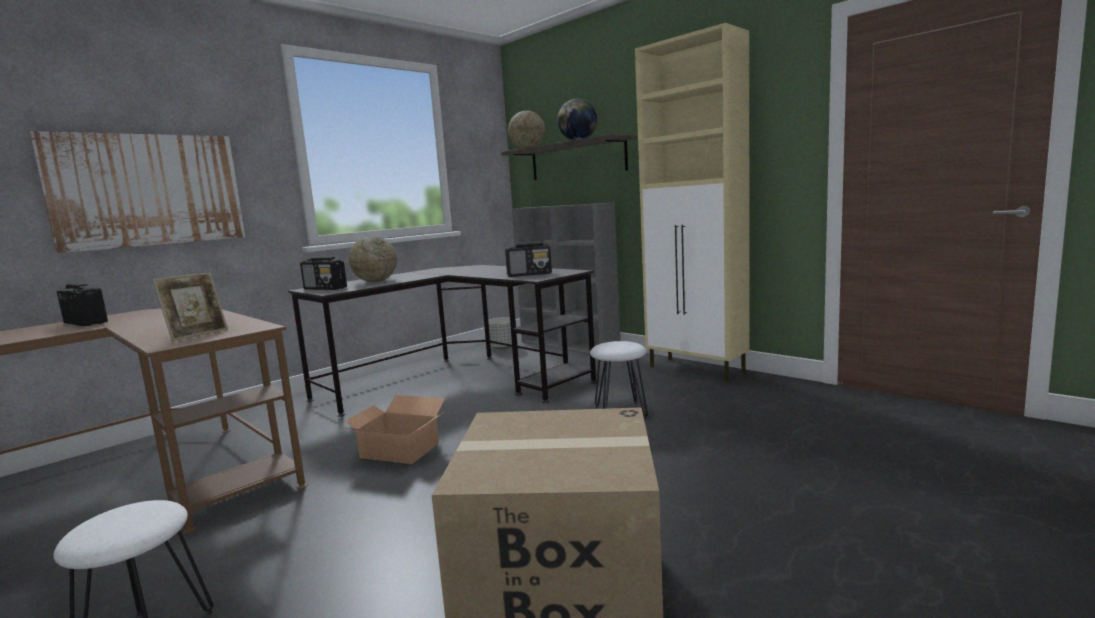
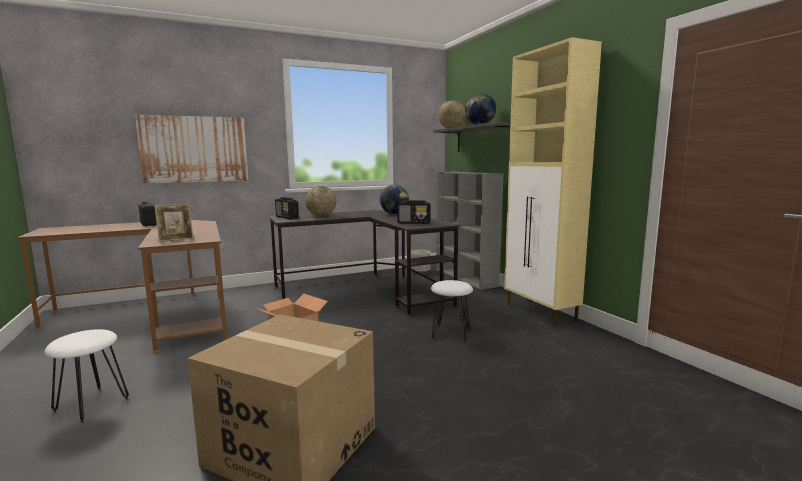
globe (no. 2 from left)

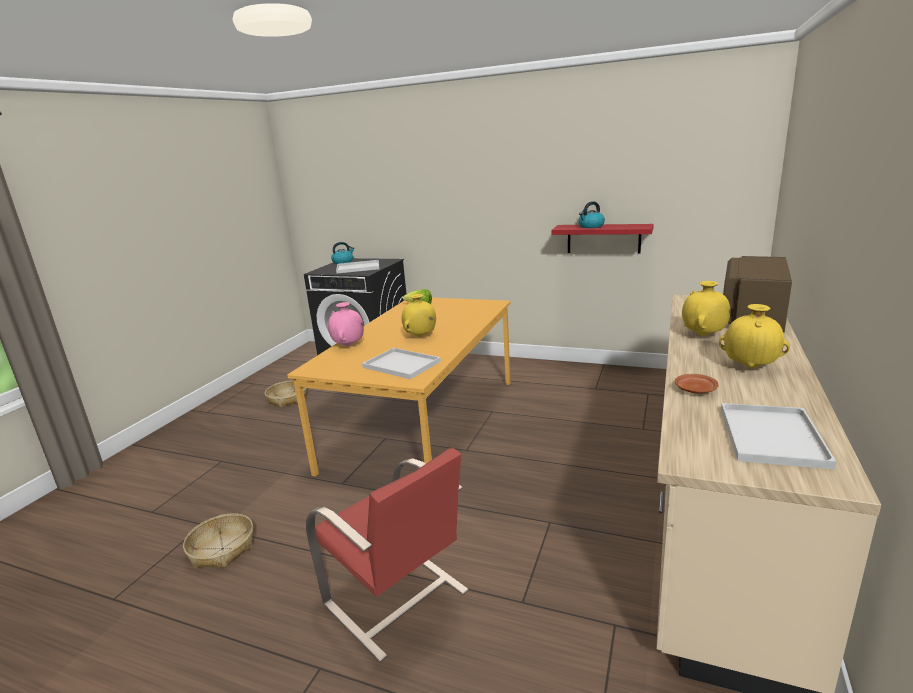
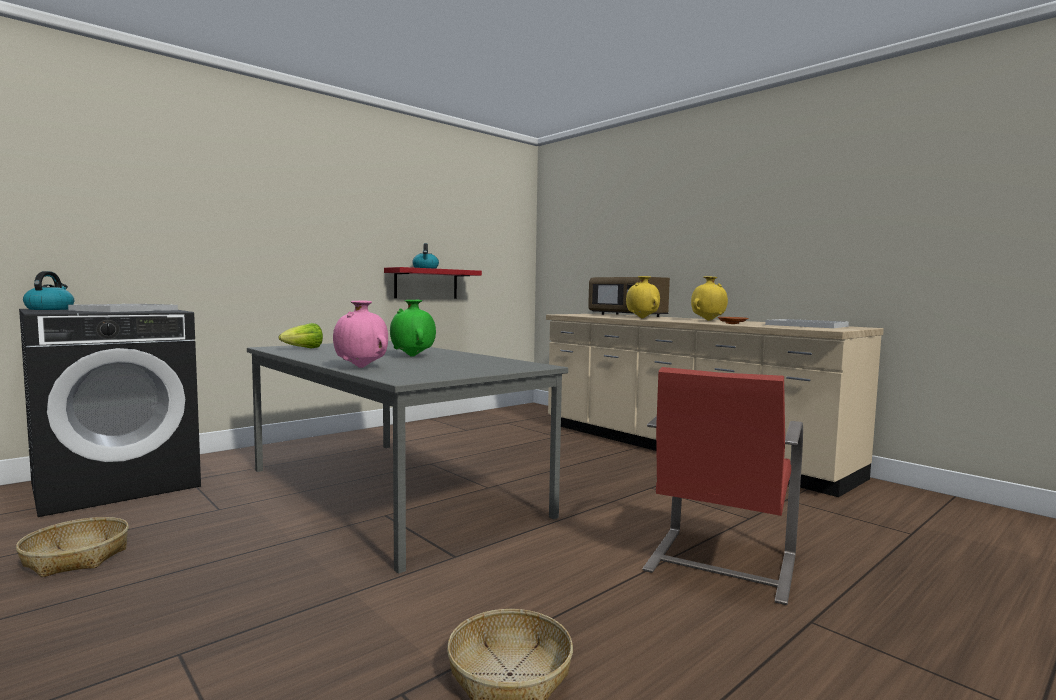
vase (green)
dining table (grey)
tray (white) (no. 2 from left in the first image)
chair (red)

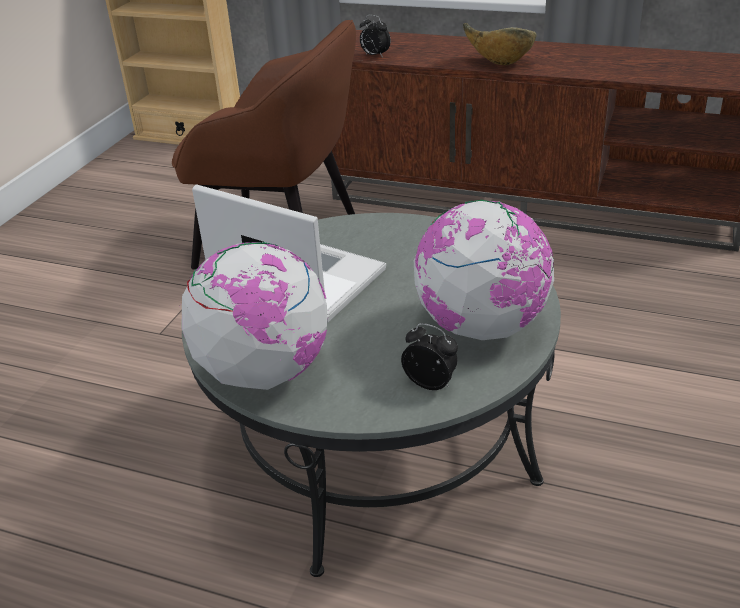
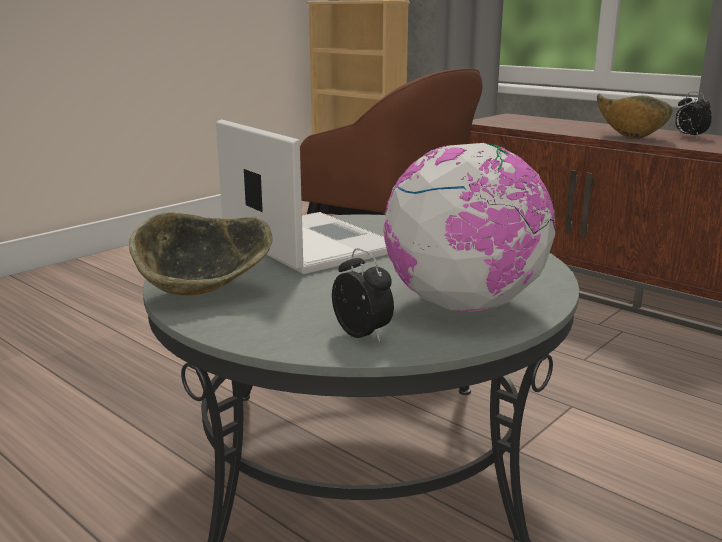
alarm clock (no. 2 from left)
bowl (no. 1 from left)

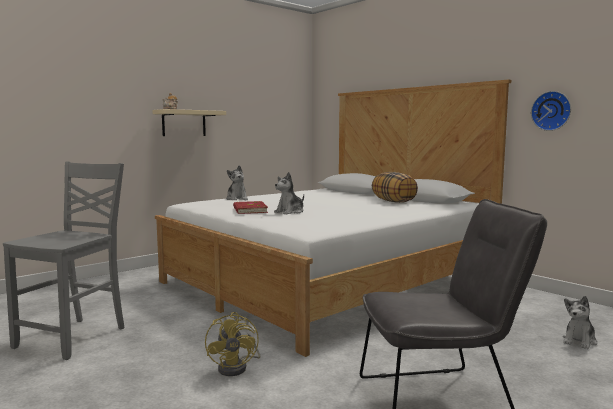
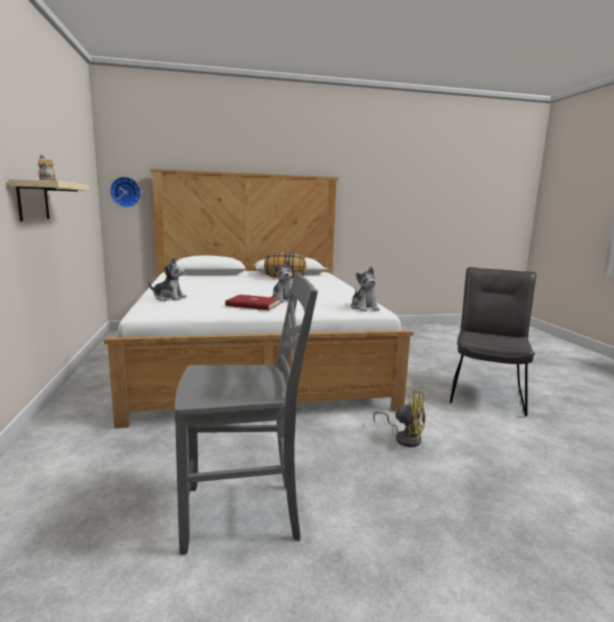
wall clock
chair (grey) (no. 1 from left)
plush toy (no. 3 from left)

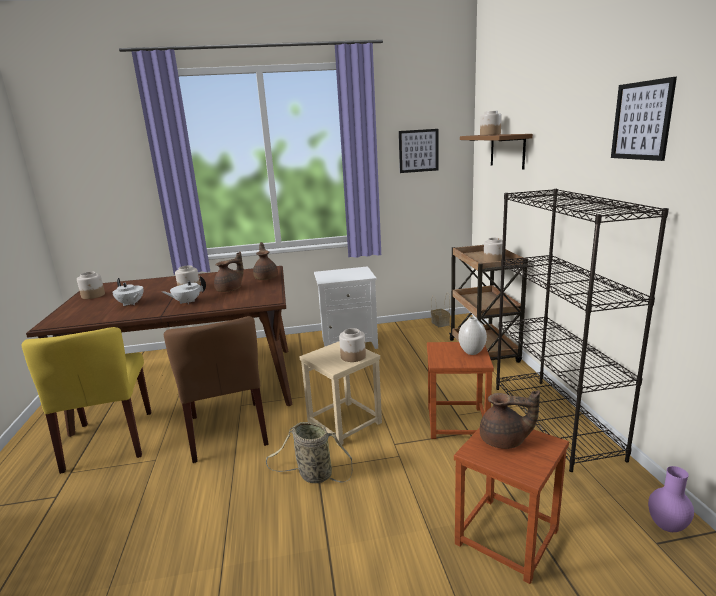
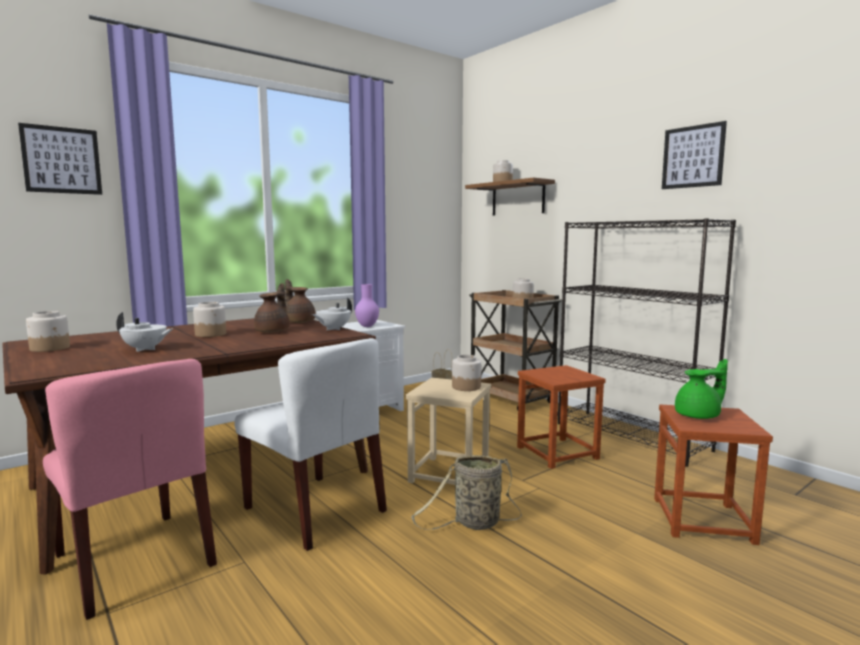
picture (no. 1 from left)
teapot (white) (no. 2 from left)
chair (white)
vase (white)
chair (pink)
teapot (green)
vase (purple)

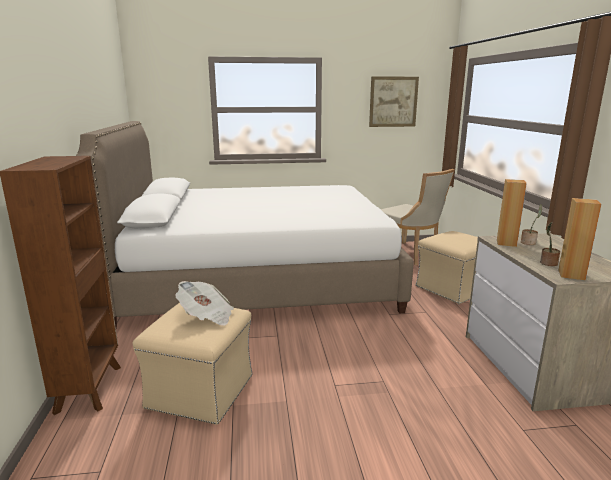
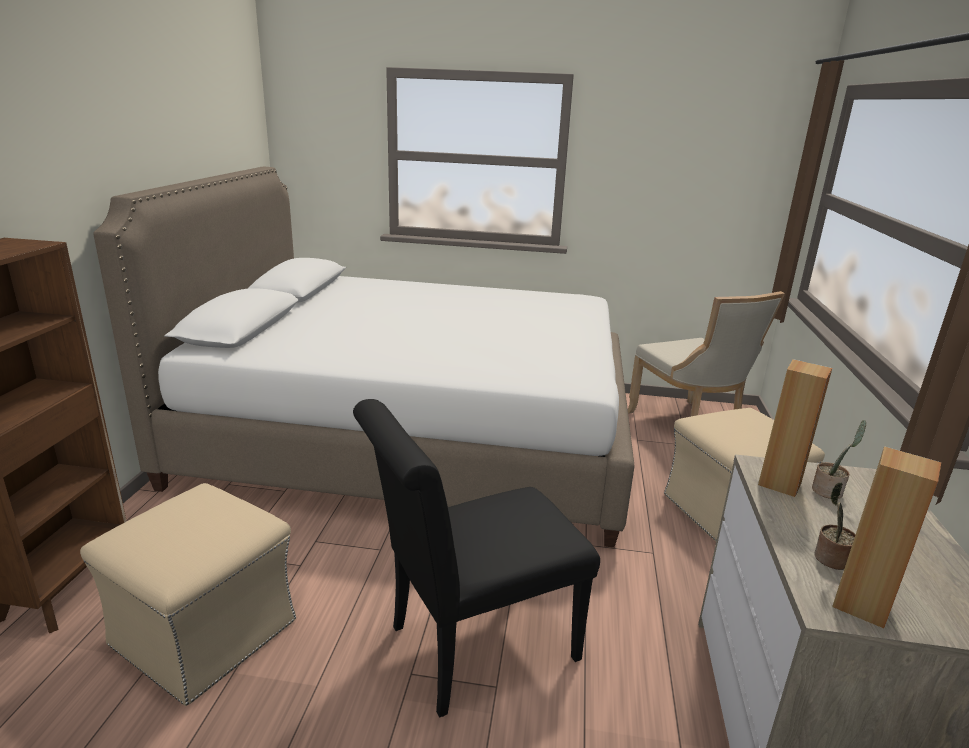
picture
newspaper
chair (black)

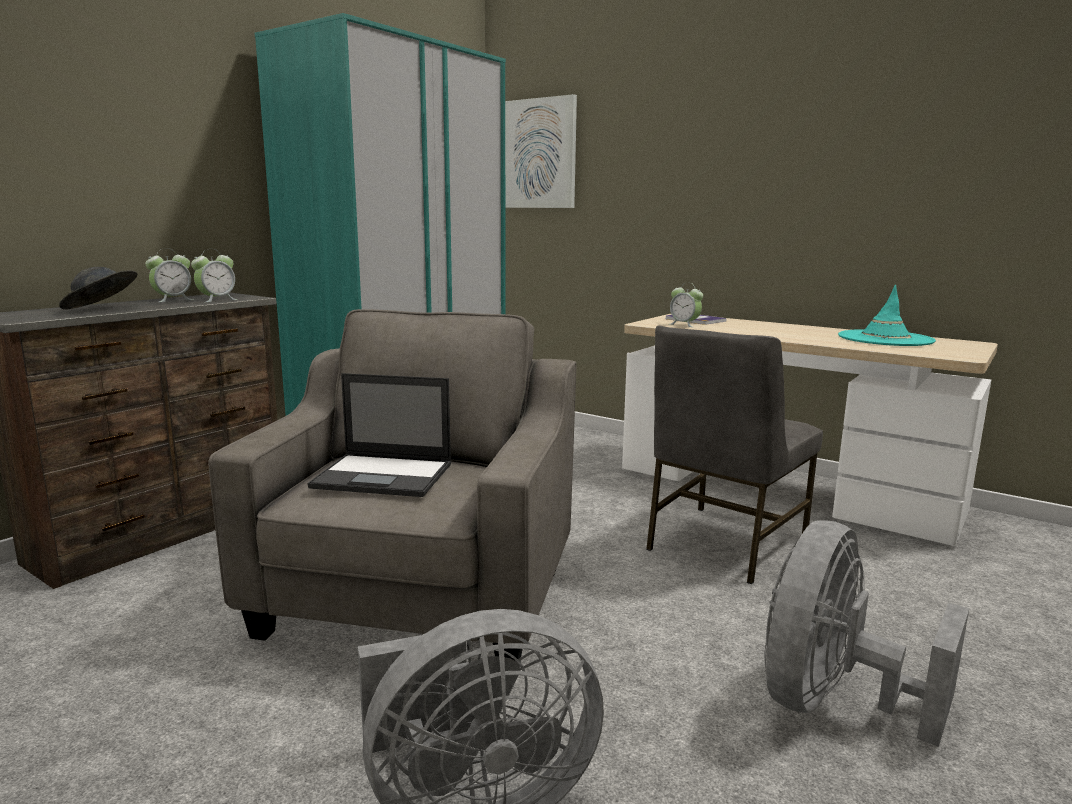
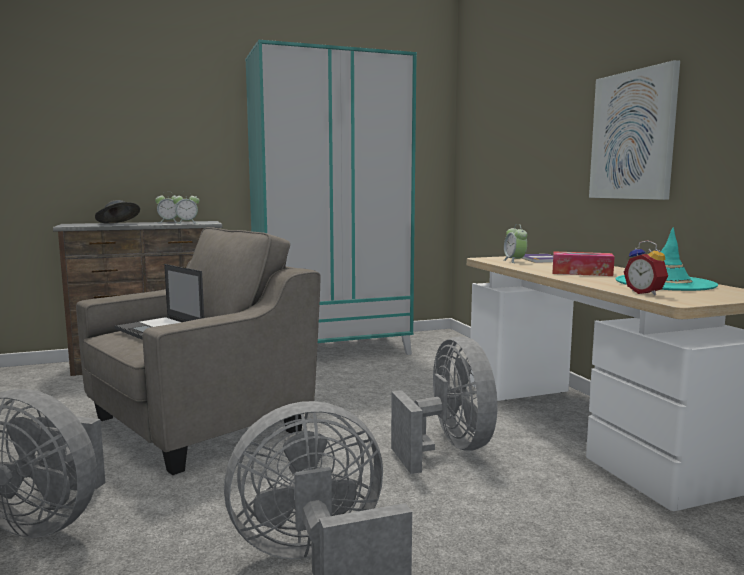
picture
fan (grey) (no. 3 from left)
alarm clock (no. 4 from left)
tissue box

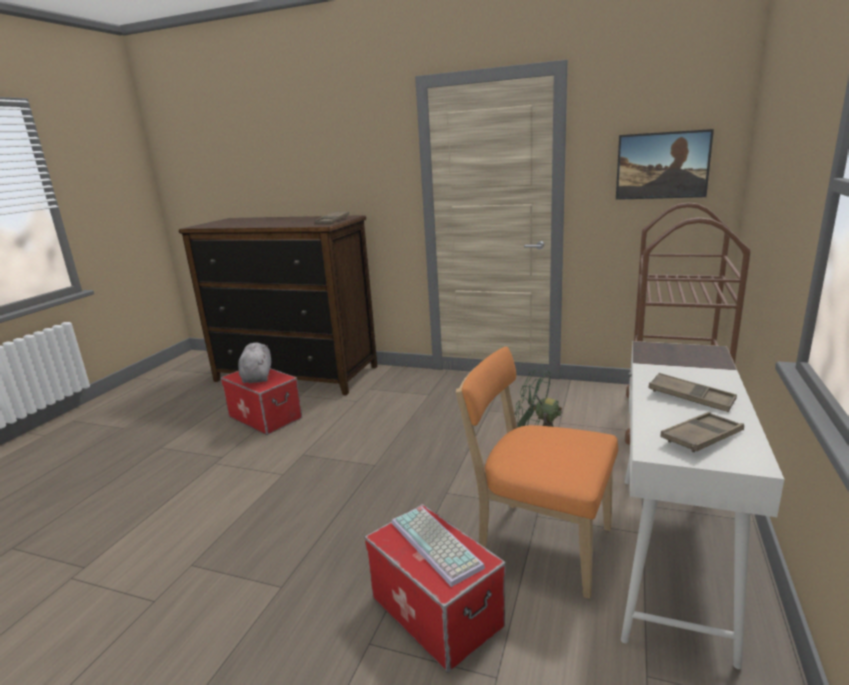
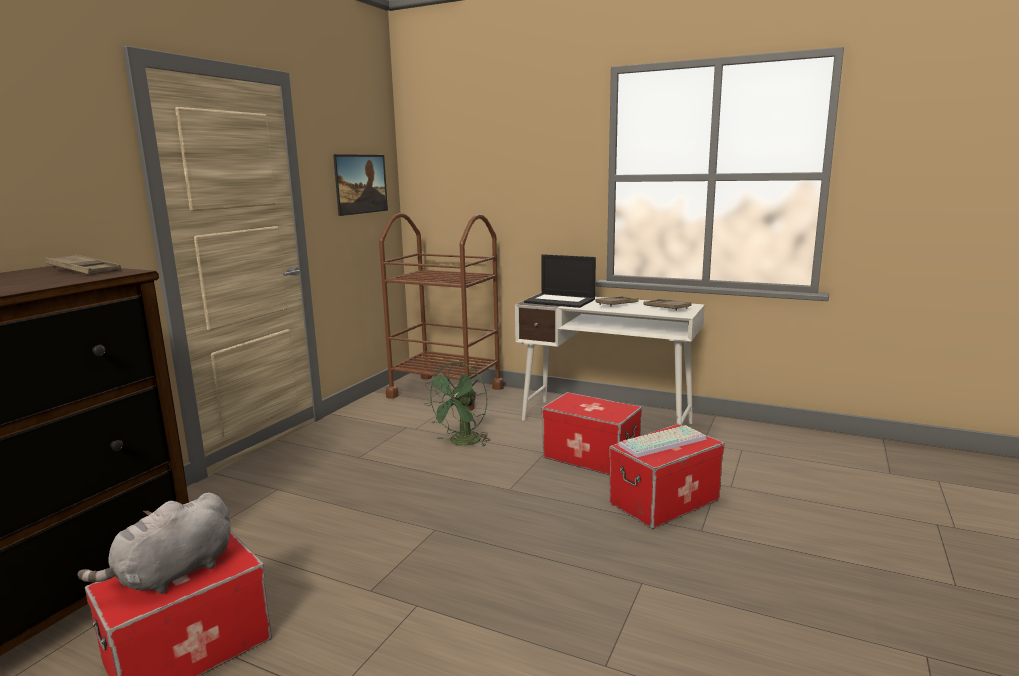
plush toy (grey)
storage box (no. 2 from left)
laptop

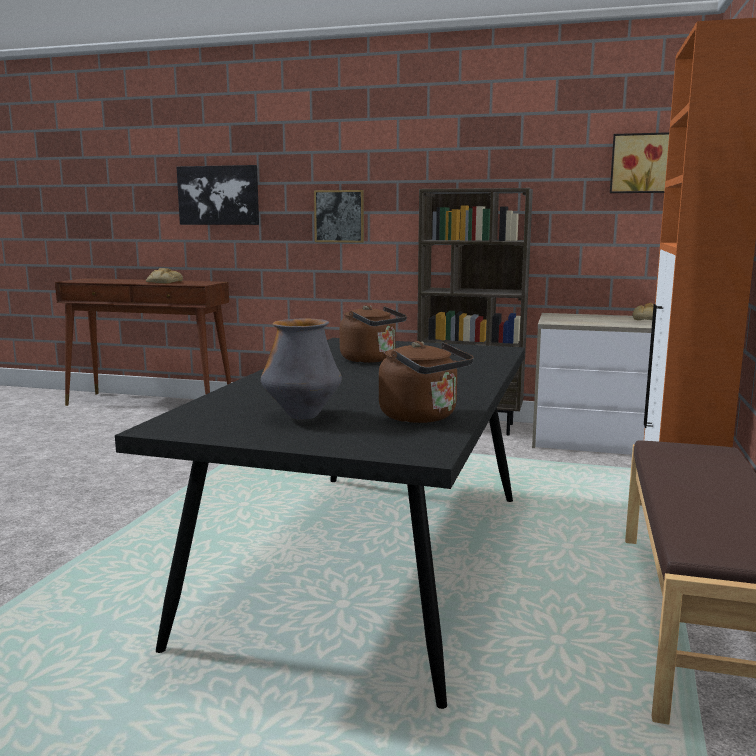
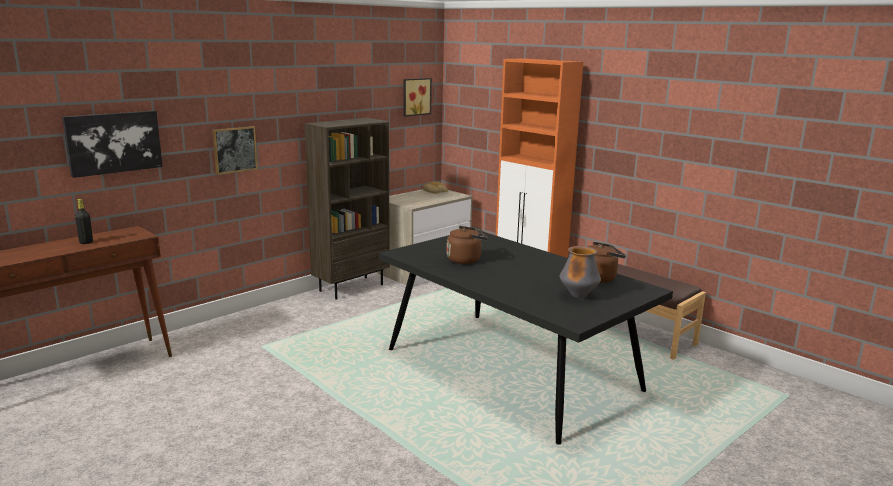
bottle (black)

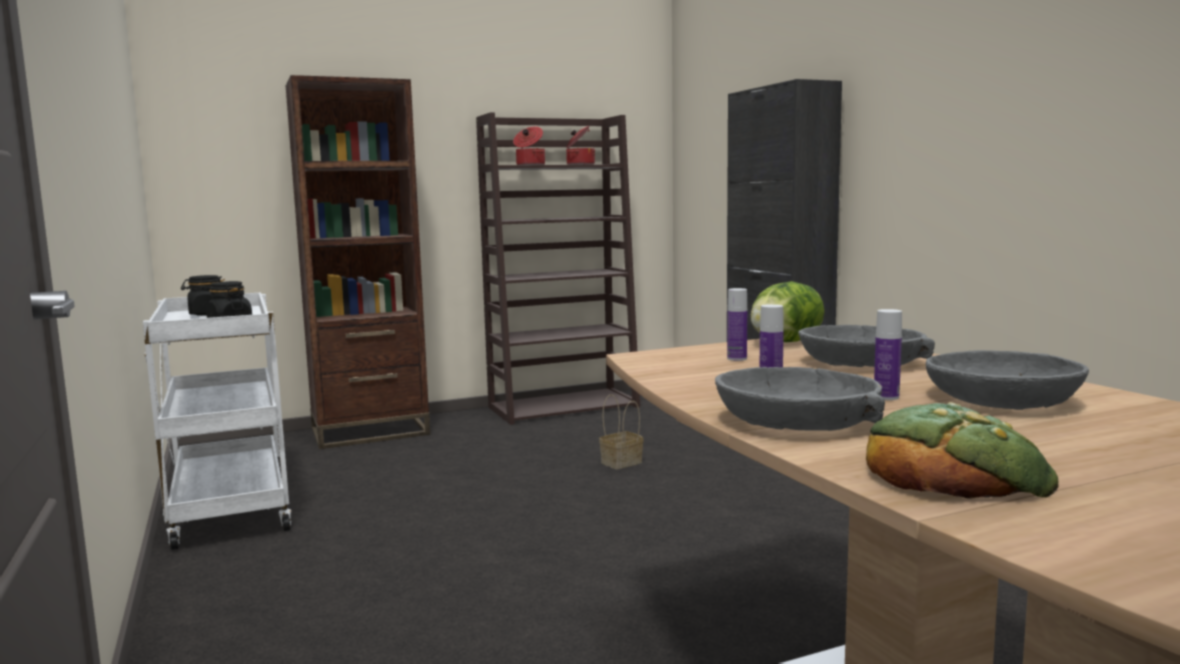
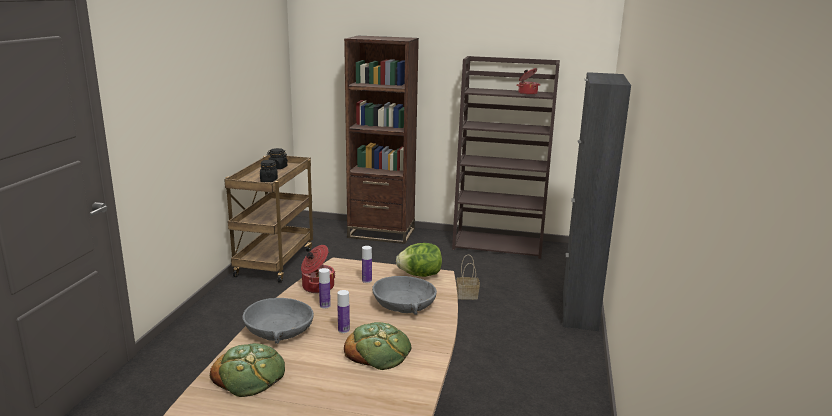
cooking pot (no. 1 from left)
cart (brown)
bread (no. 2 from left)

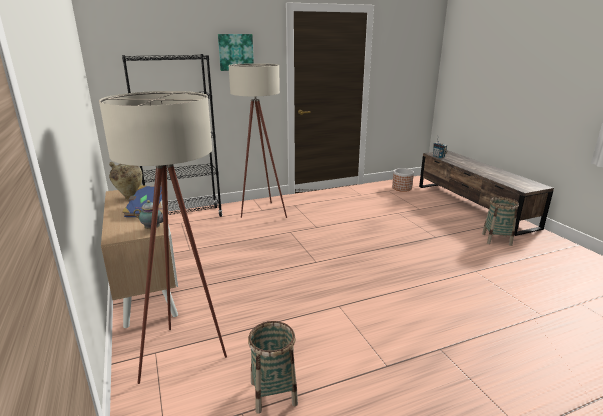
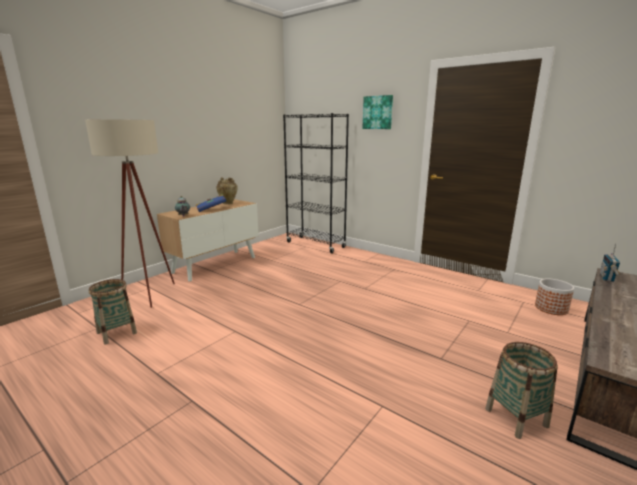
floor lamp (beige) (no. 2 from left in the first image)

